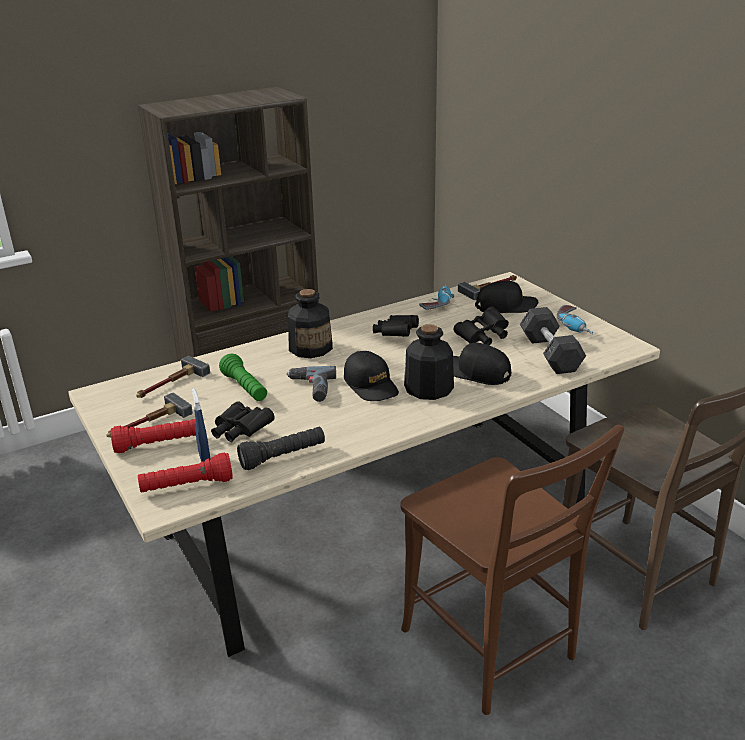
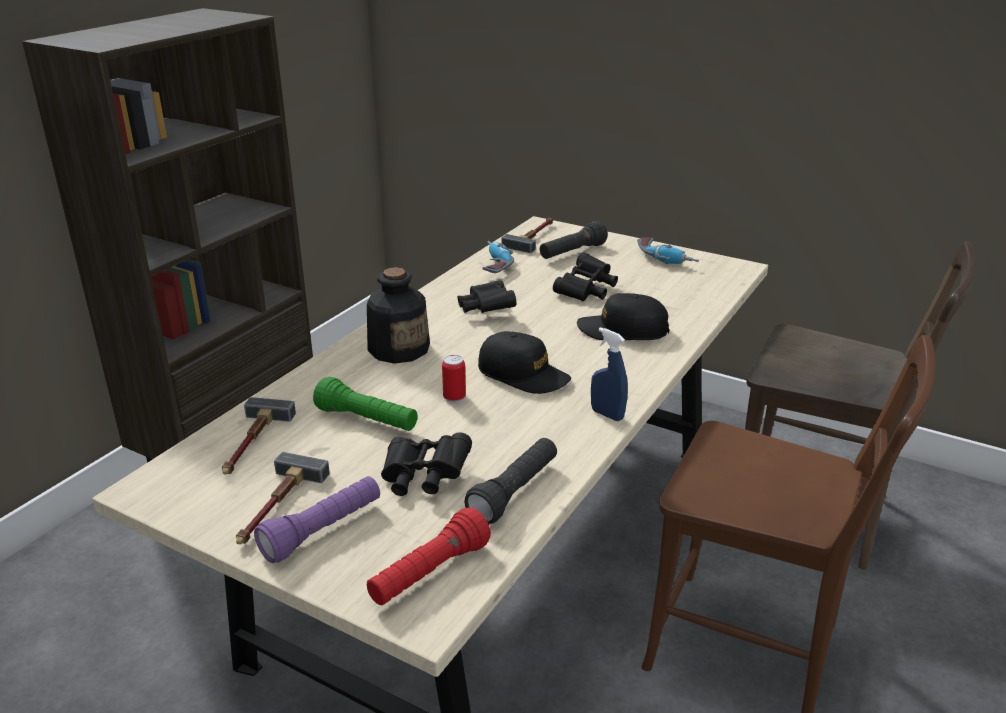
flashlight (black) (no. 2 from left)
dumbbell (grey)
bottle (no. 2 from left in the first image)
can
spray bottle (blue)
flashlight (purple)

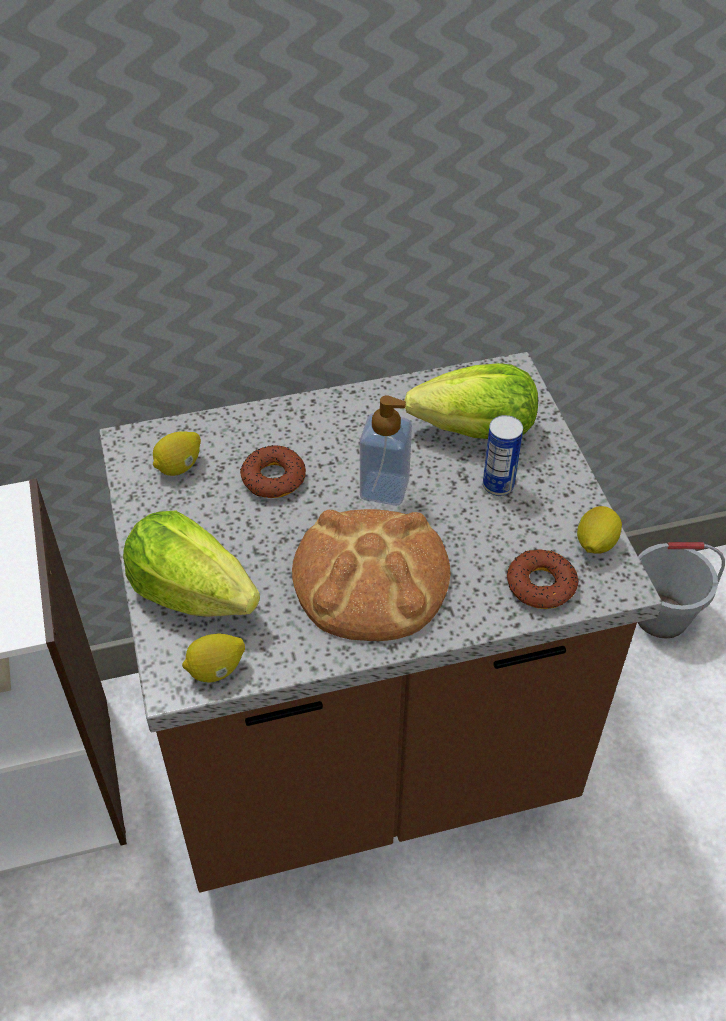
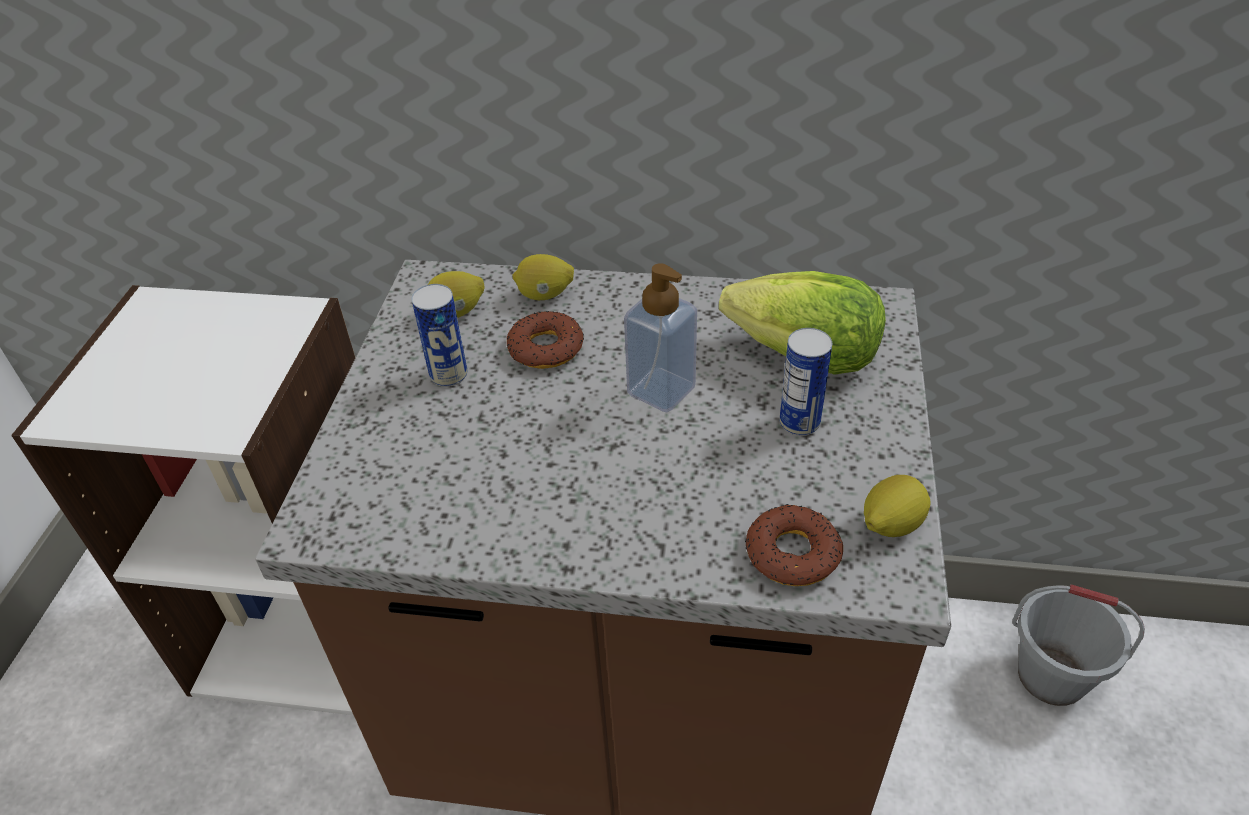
bread
lettuce (no. 1 from left in the first image)
lemon (no. 2 from left)
can (no. 1 from left)

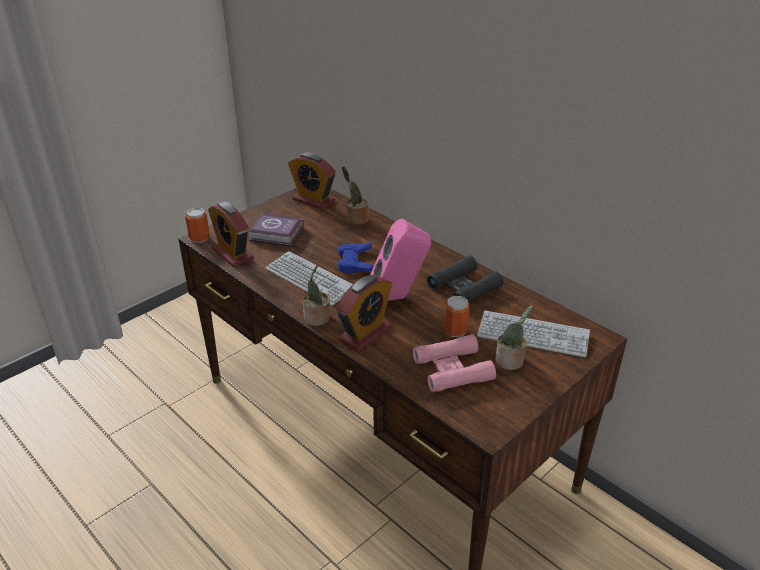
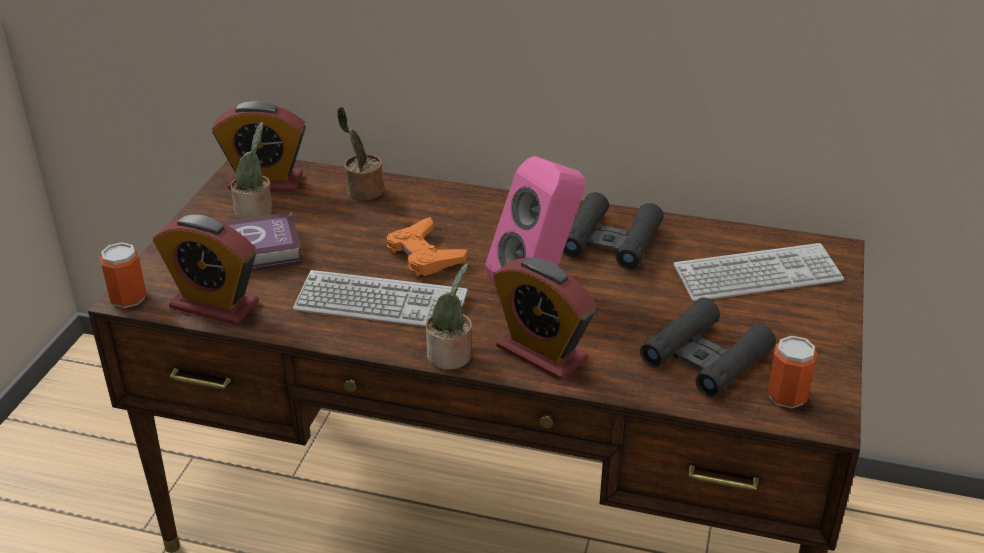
game controller (orange)
alarm clock (no. 3 from left)
can (no. 2 from left)
potted plant (no. 1 from left)
binoculars (black) (no. 2 from left)

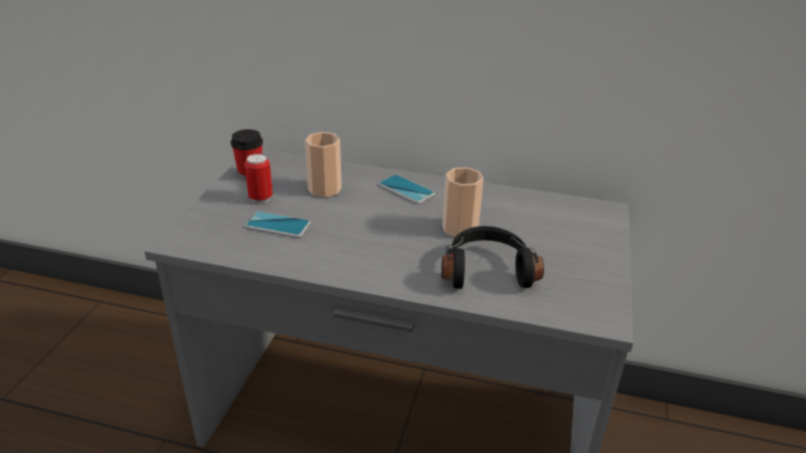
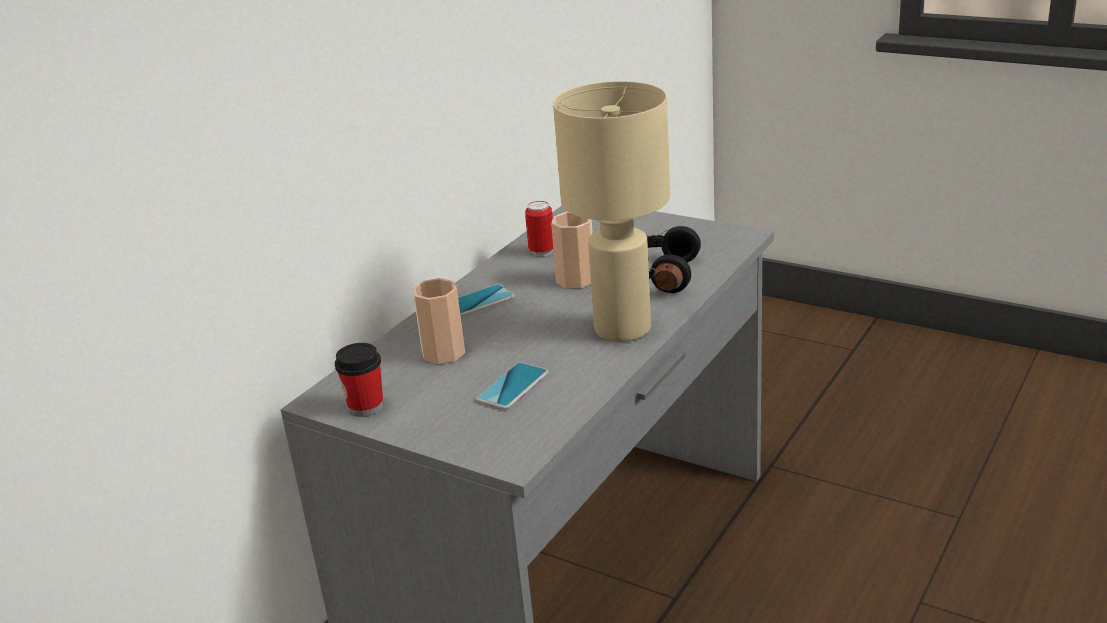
can
table lamp (beige)

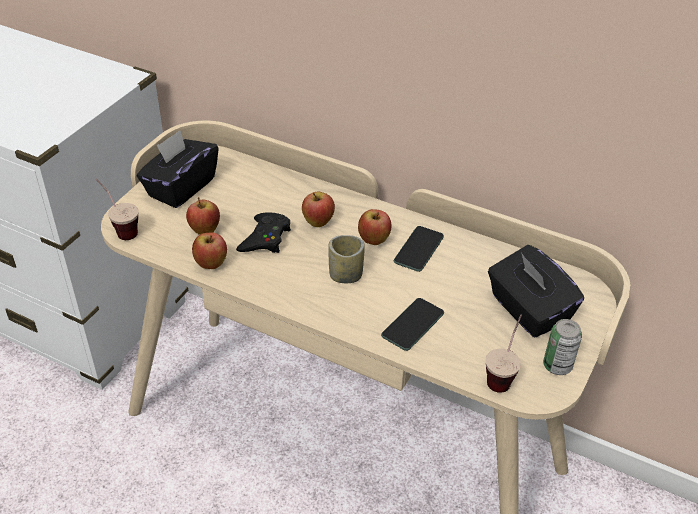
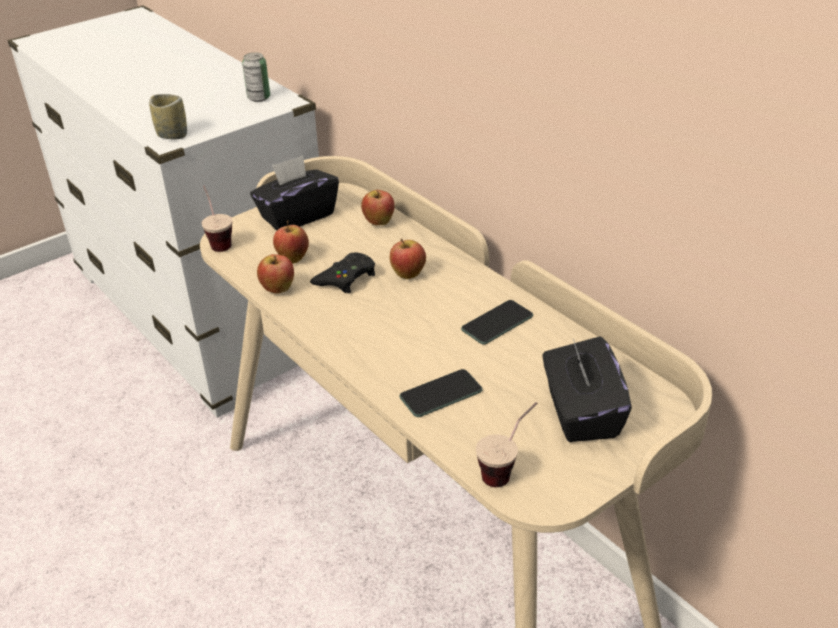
apple (no. 3 from left)
cup (no. 1 from left)
can

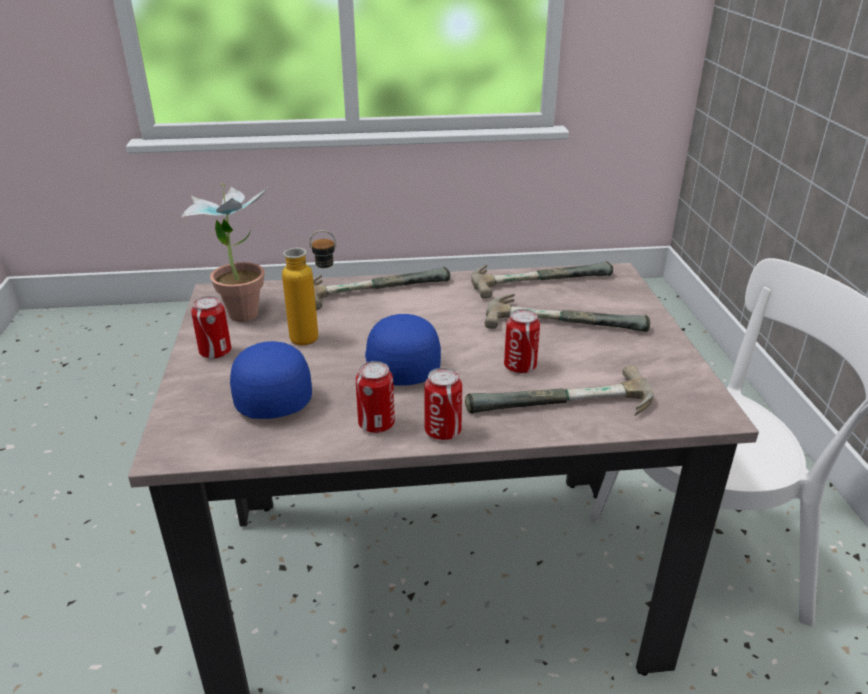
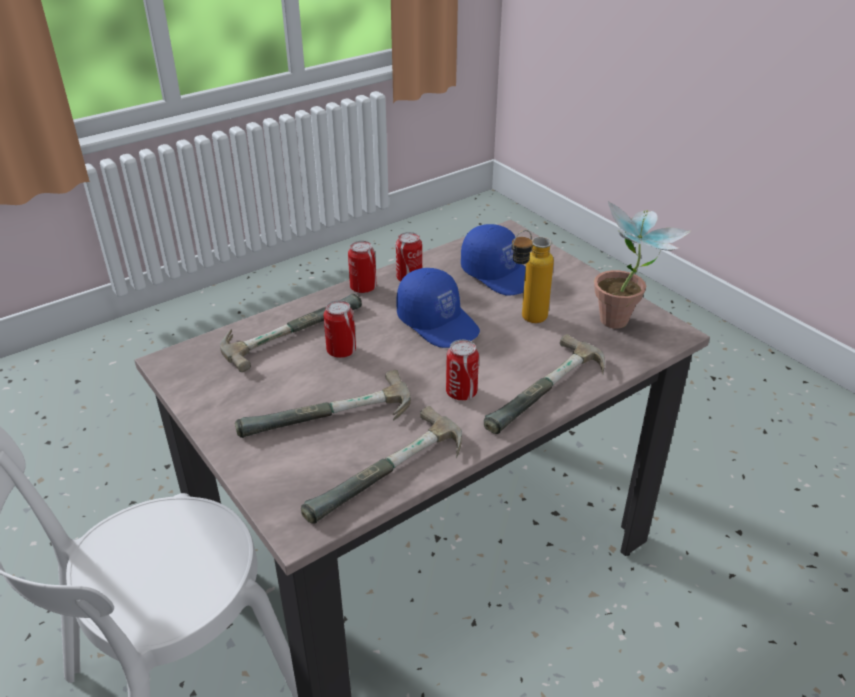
can (no. 4 from left)

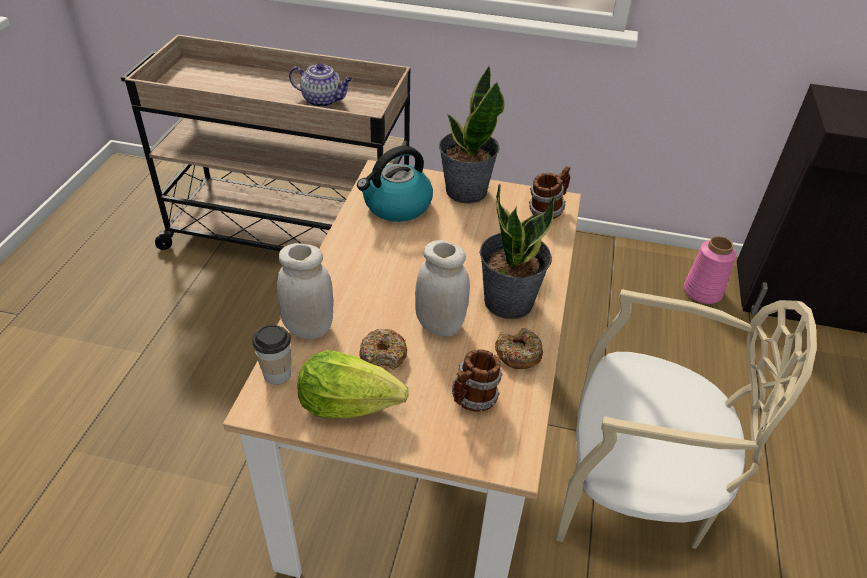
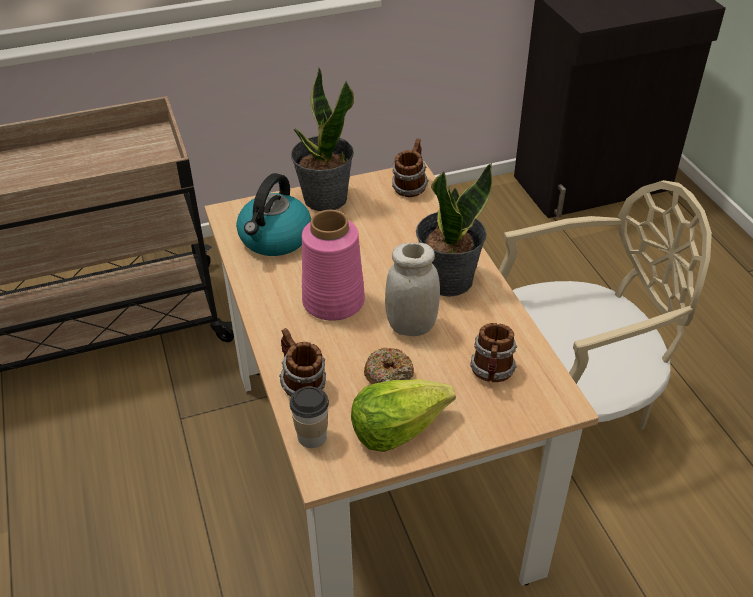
teapot
vase (pink)
mug (no. 1 from left)
donut (no. 2 from left in the first image)

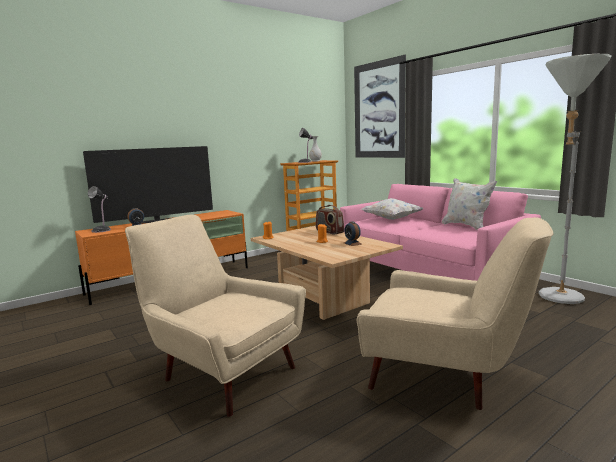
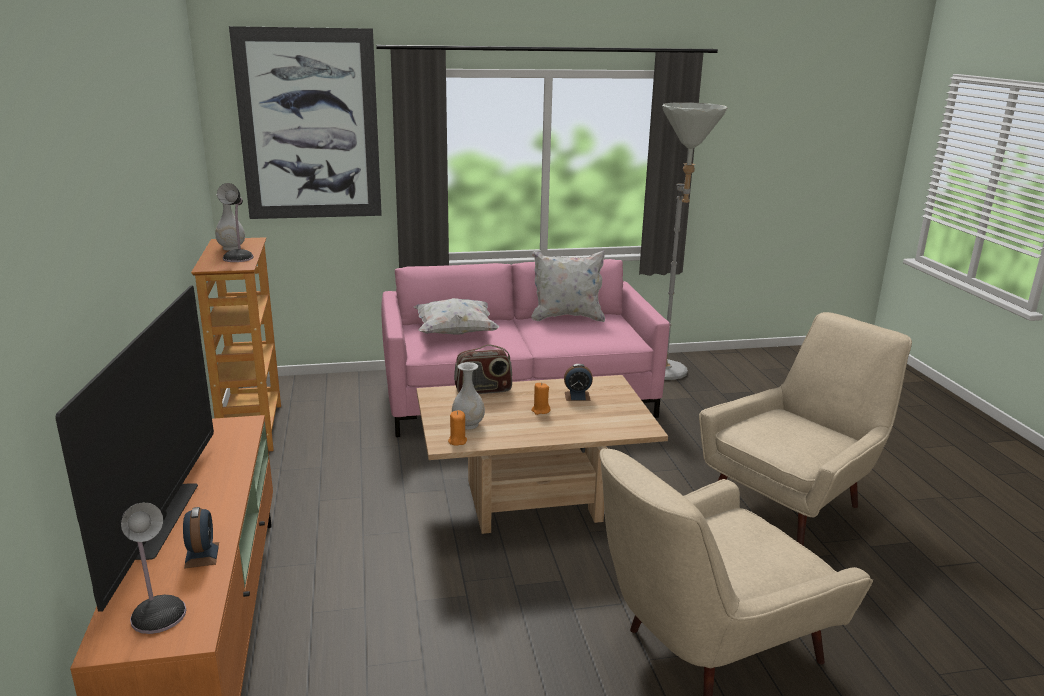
vase (white) (no. 2 from left)

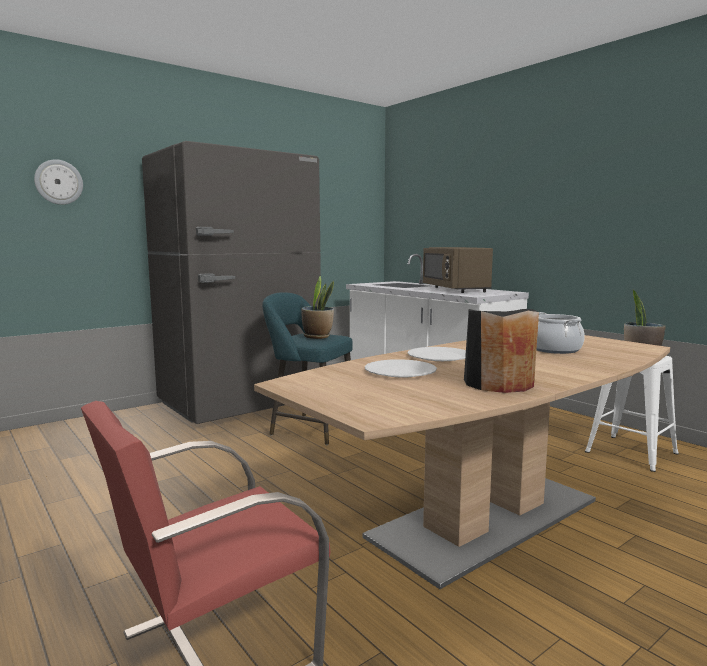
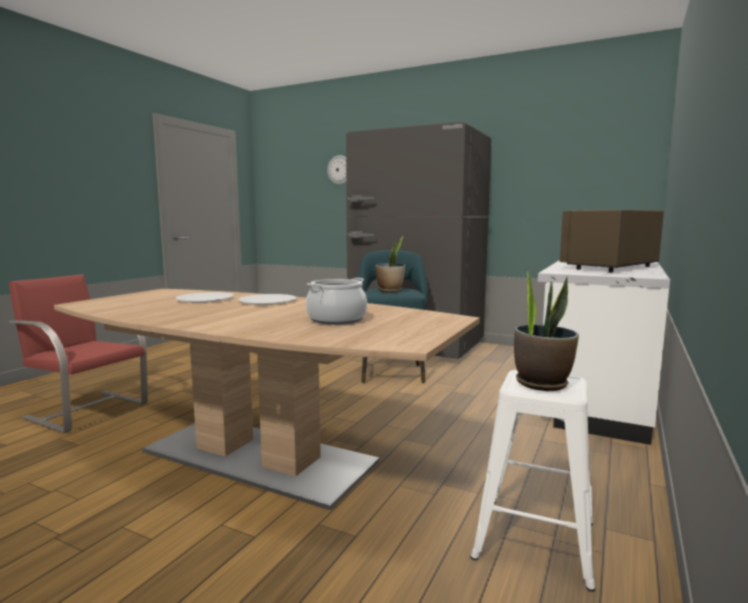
vase (black)

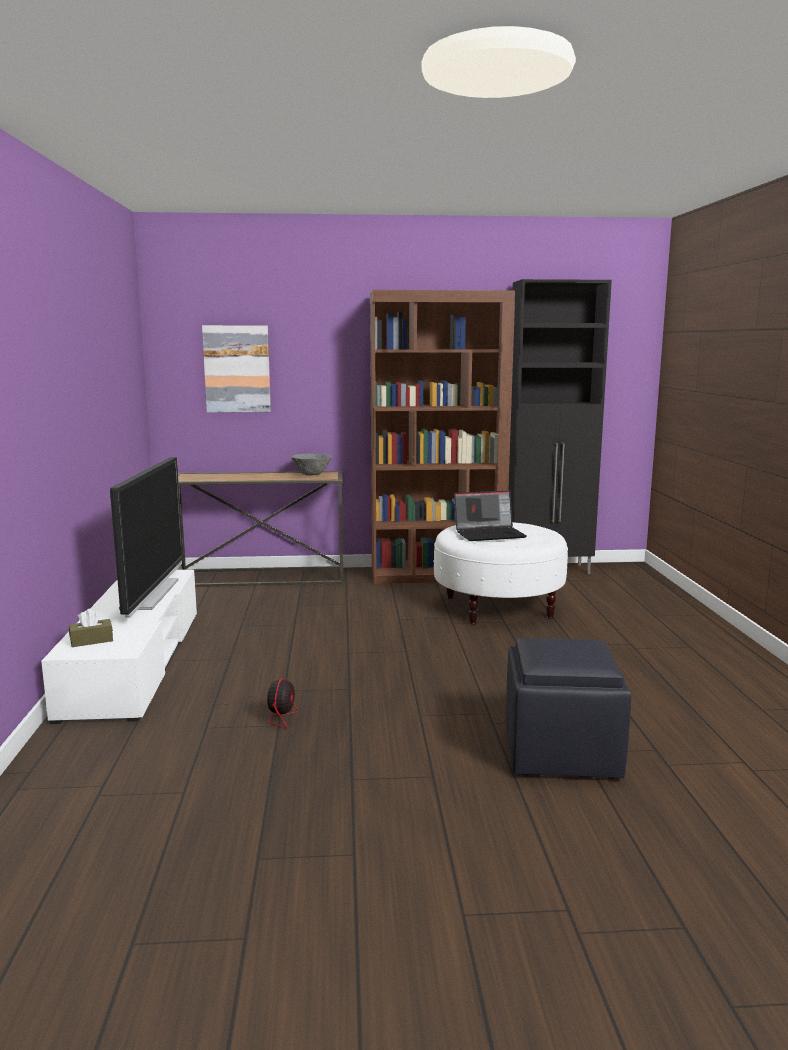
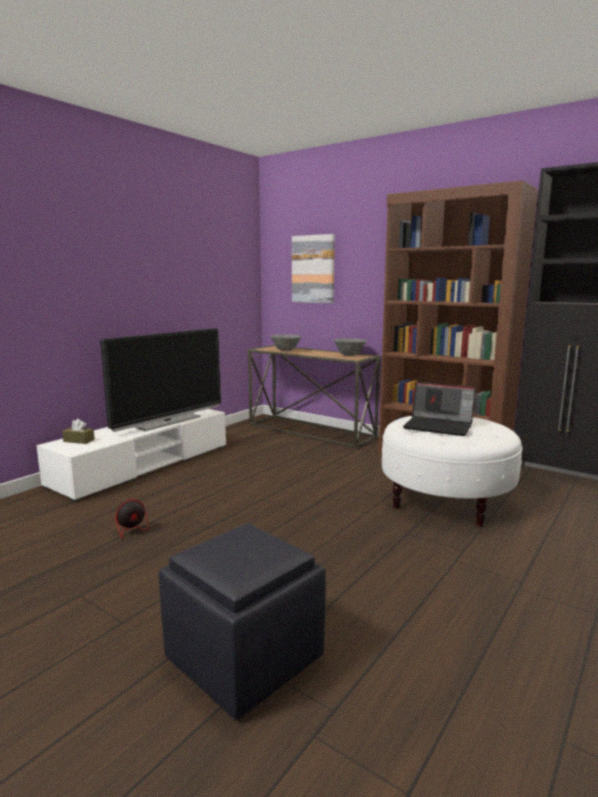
bowl (grey) (no. 1 from left)

